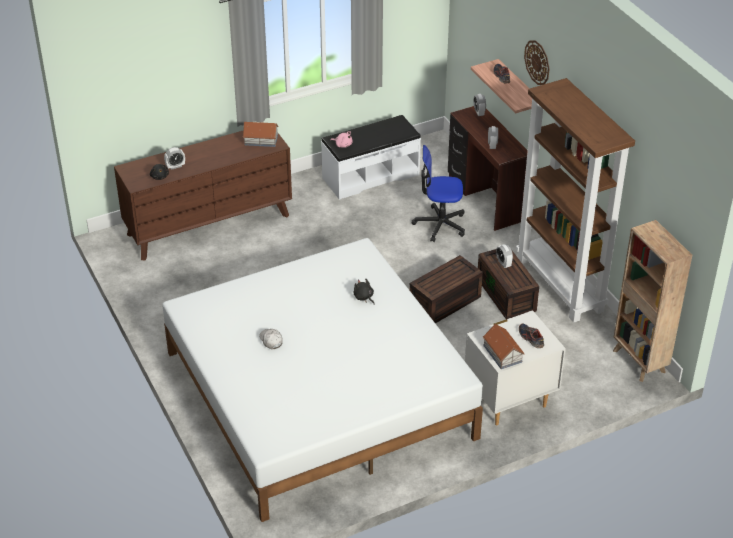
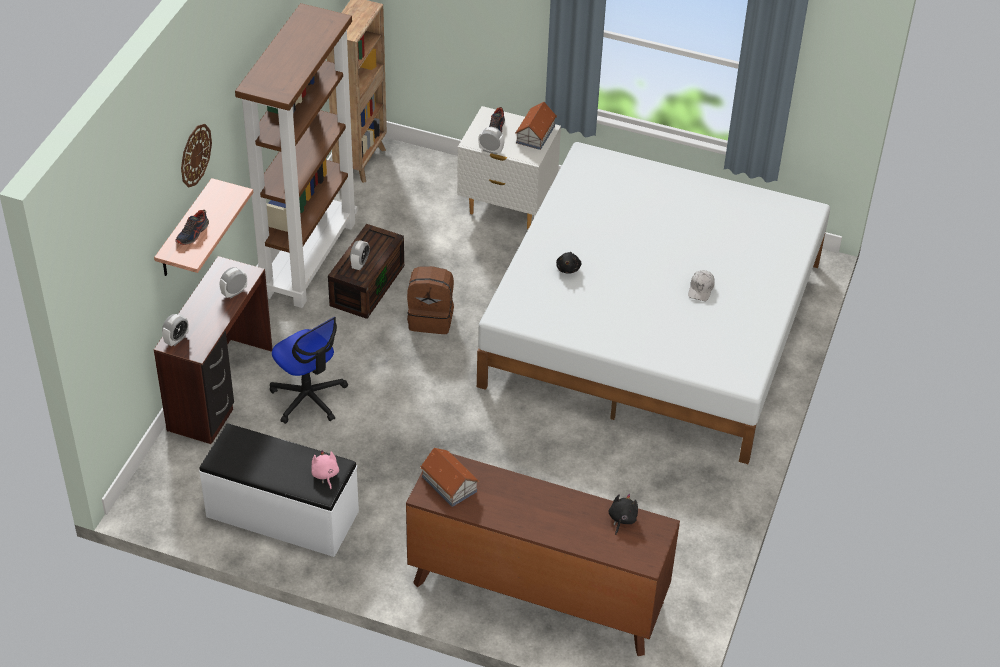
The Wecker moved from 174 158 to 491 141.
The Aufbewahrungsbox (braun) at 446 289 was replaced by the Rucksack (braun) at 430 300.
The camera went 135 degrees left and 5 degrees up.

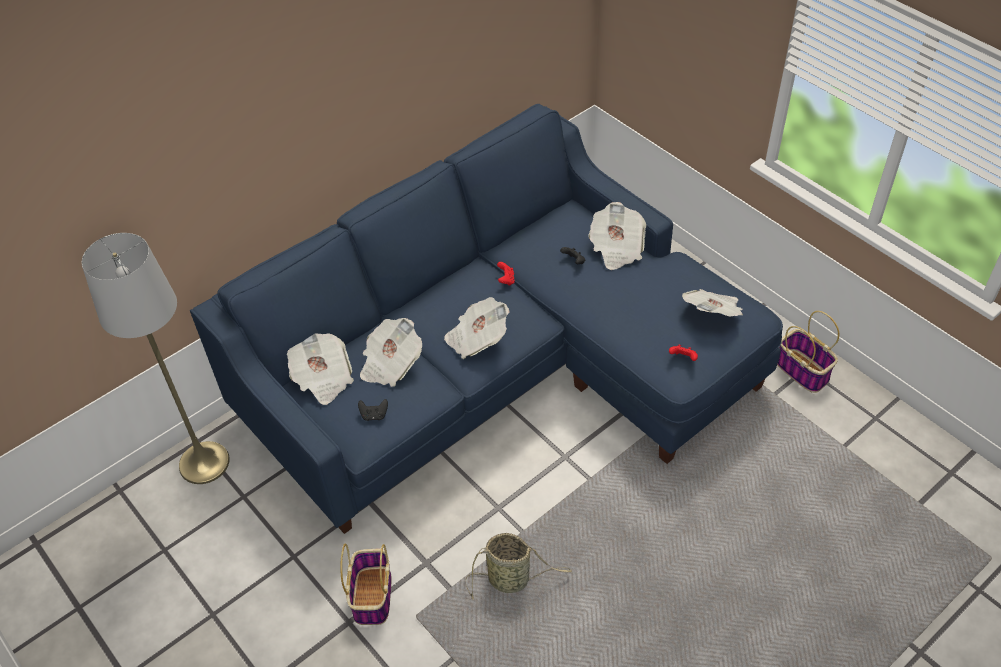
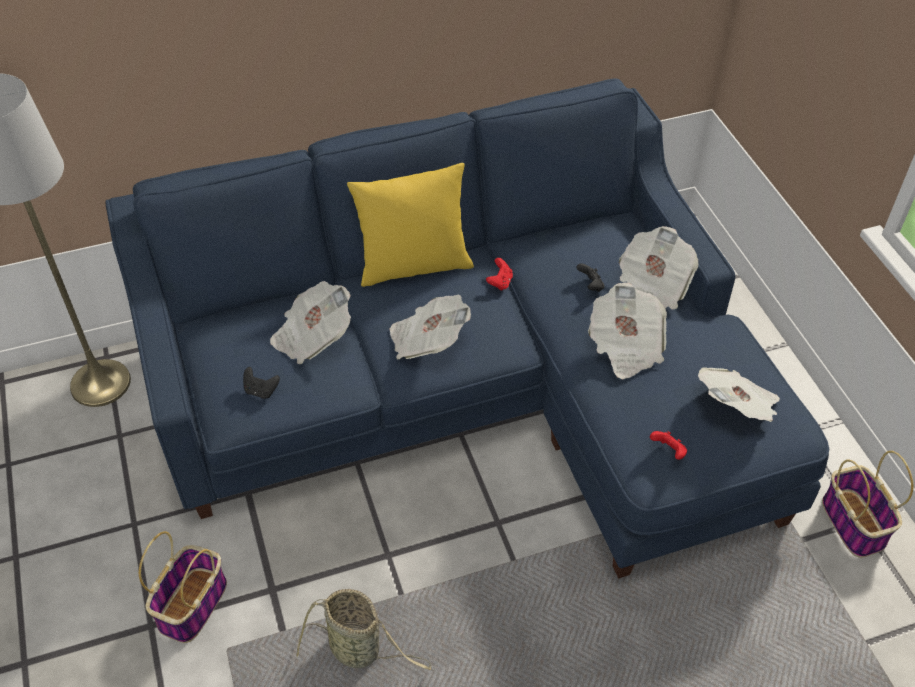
The Zeitung moved from 320 369 to 627 330.
The Kissen (gelb) at 410 225 appeared.
The camera went 20 degrees right and 0 degrees up.

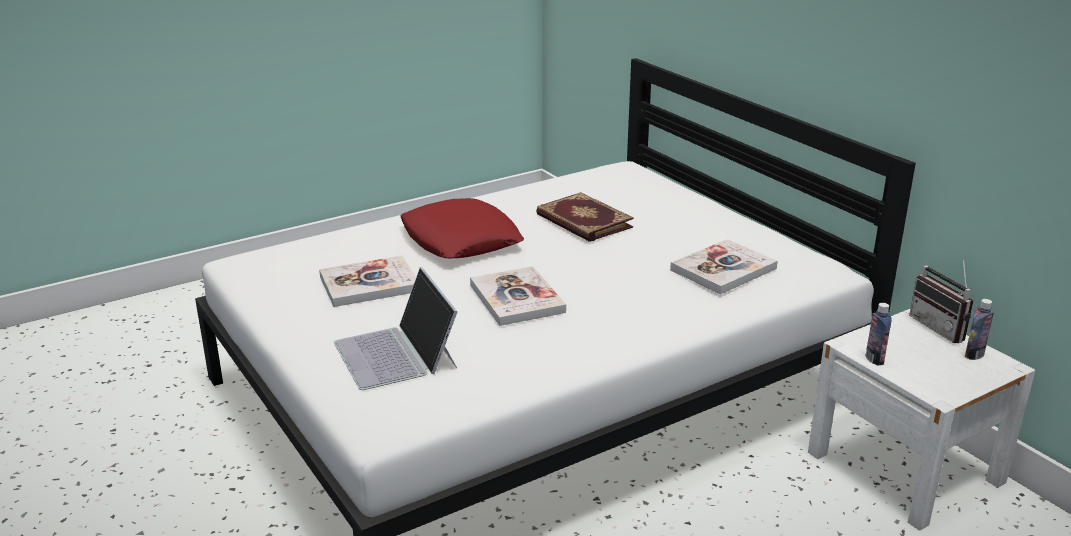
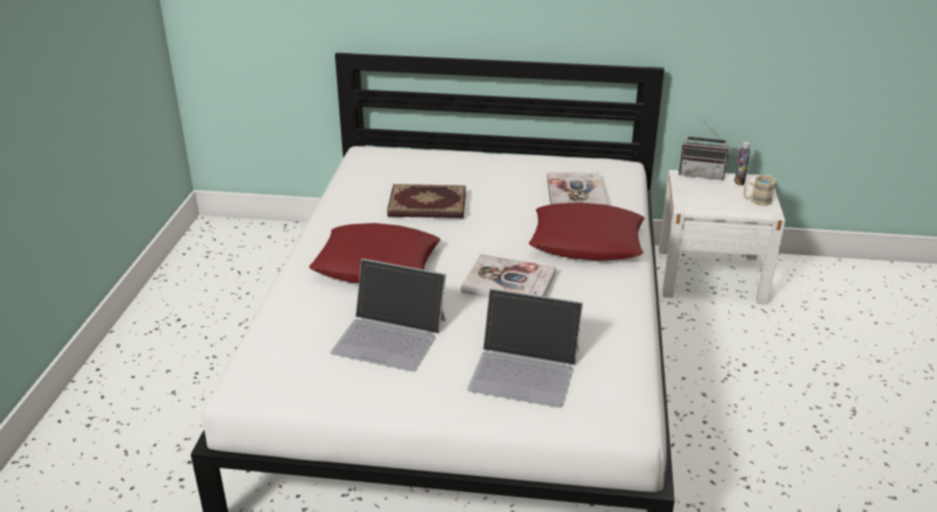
The Buch at 367 281 was replaced by the Laptop at 388 315.
The Flasche at 879 334 disappeared.
The Kissen (rot) at 587 231 appeared.
The Henkelbecher (beige) at 759 190 appeared.
The camera went 50 degrees left and 5 degrees up.

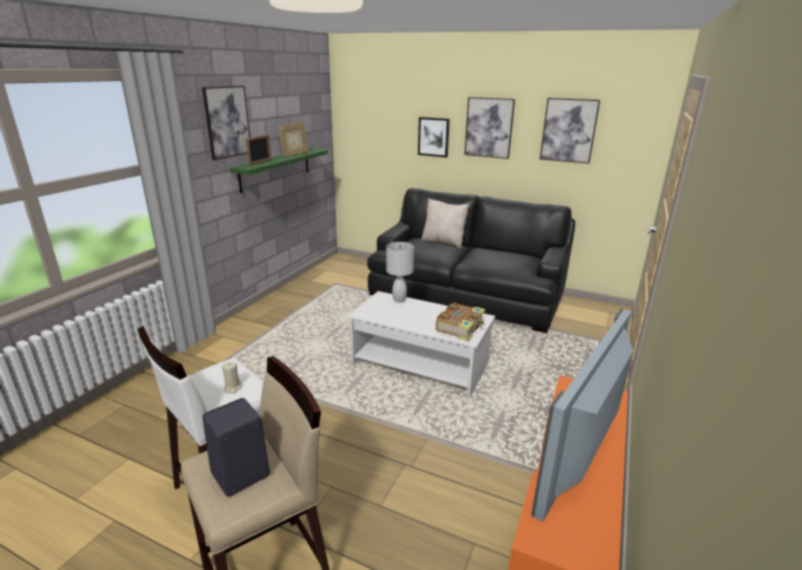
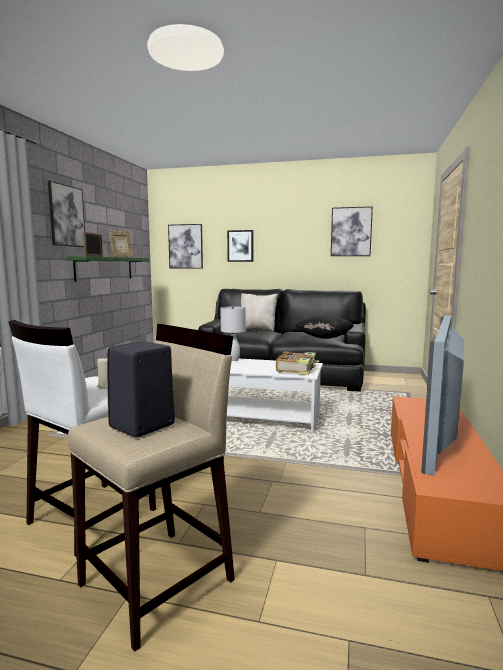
The Bild moved from 489 128 to 185 246.
The Kissen (schwarz) at 324 326 appeared.
The camera went 10 degrees left and 15 degrees down.

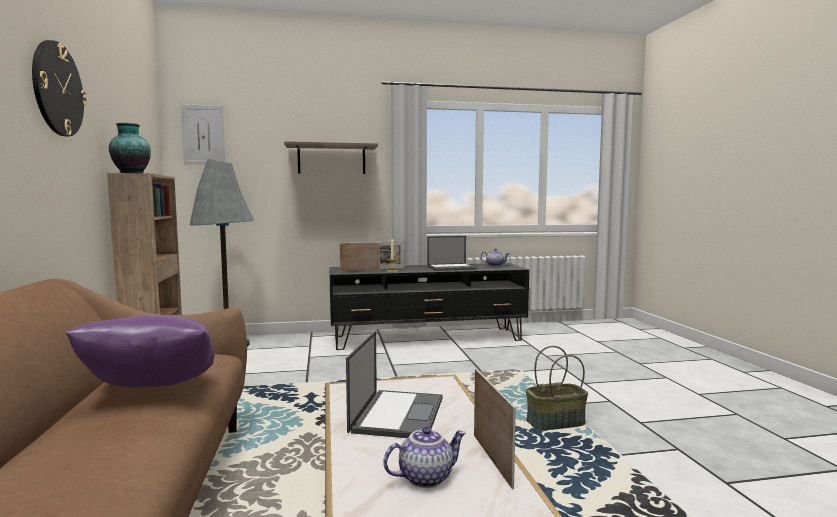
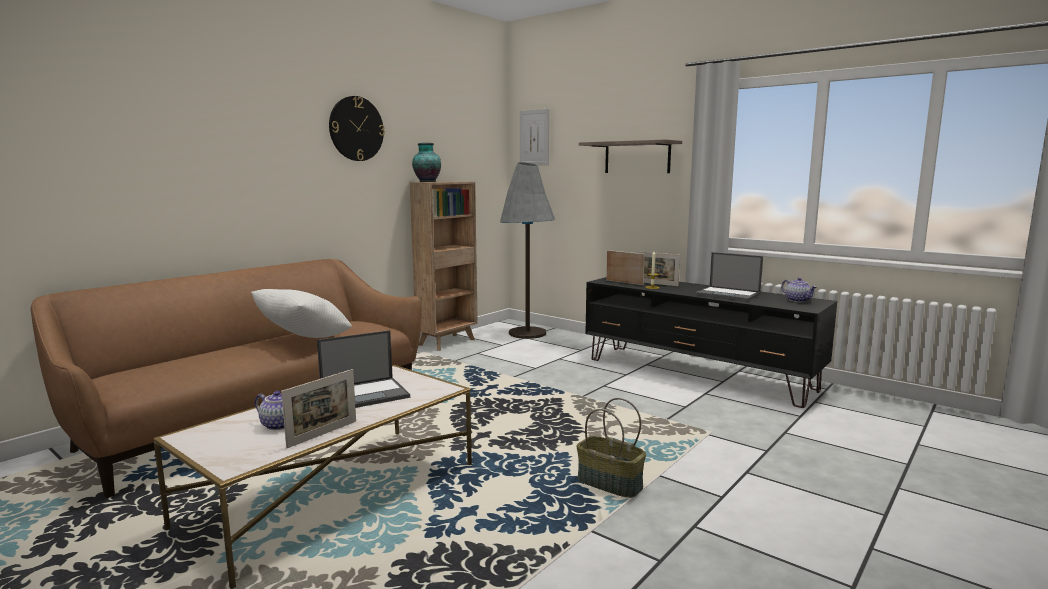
The Kissen (lila) at 140 351 became the Kissen (weiß) at 301 313.
The camera went 50 degrees right and 5 degrees up.

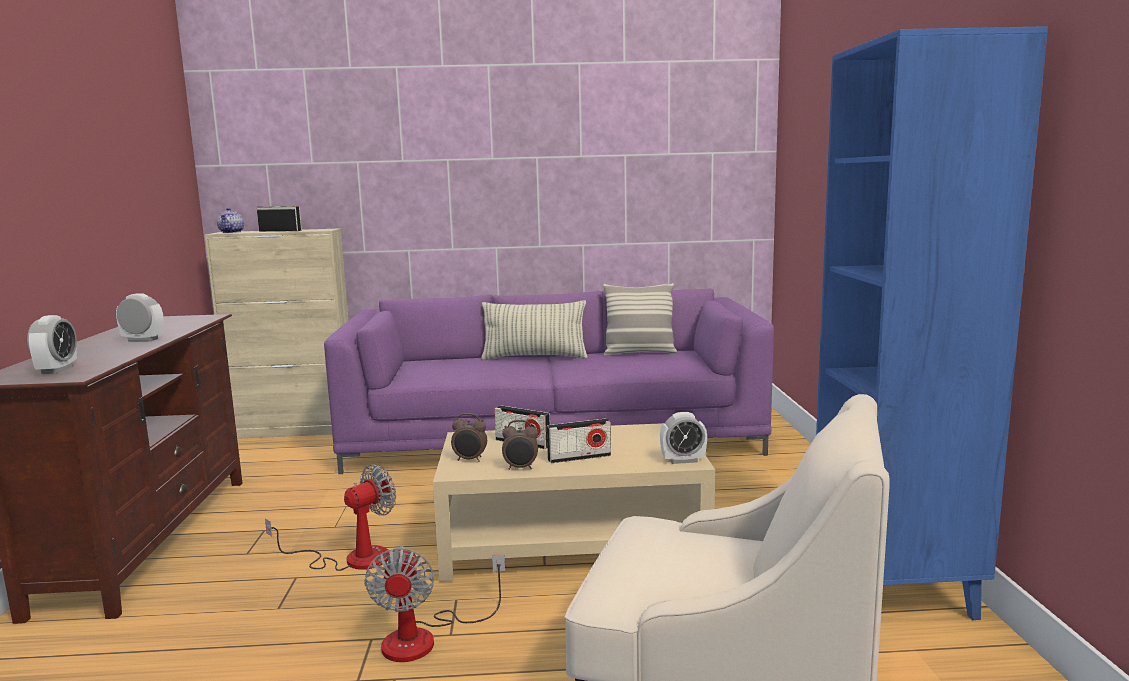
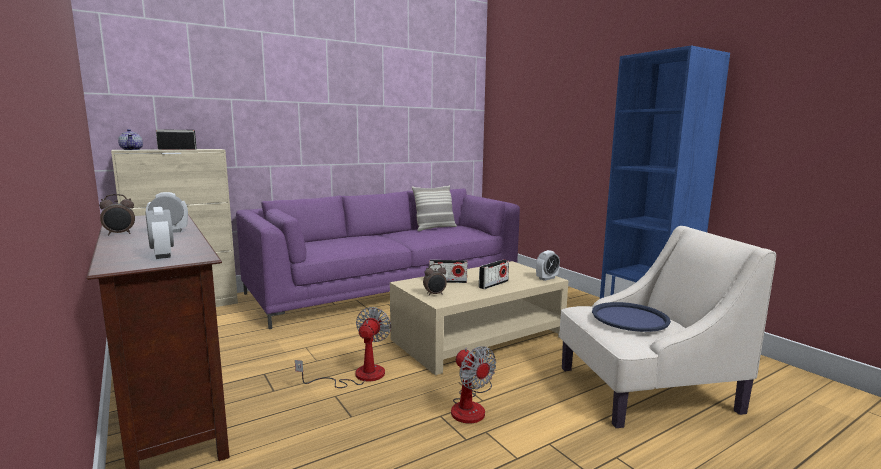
The Kissen at 534 330 disappeared.
The Wecker moved from 520 445 to 117 214.
The Tablett (blau) at 631 317 appeared.
The camera went 30 degrees left and 0 degrees up.

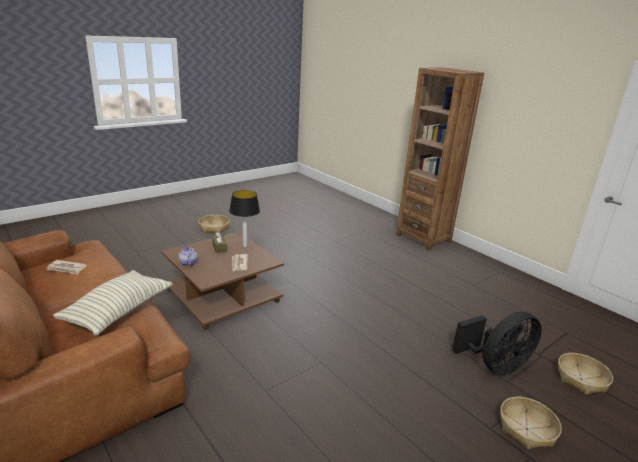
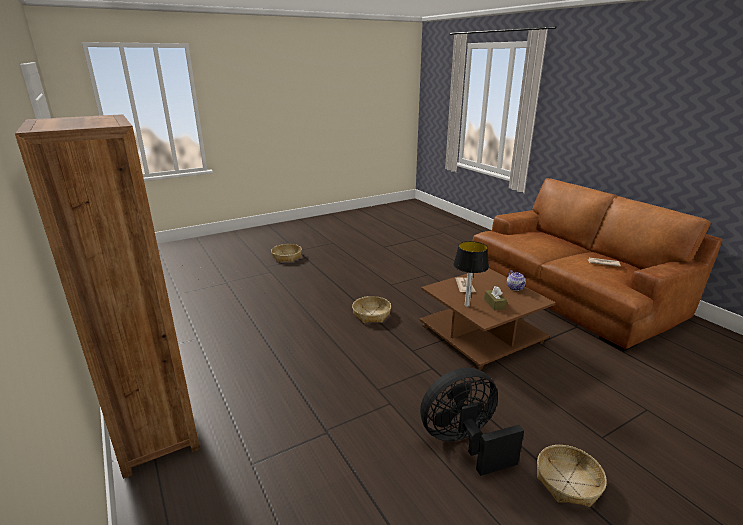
The Kissen at 113 303 disappeared.
The Ventilator (schwarz) moved from 497 343 to 472 422.
The Korb moved from 585 374 to 371 309.
The camera went 170 degrees left and 0 degrees up.

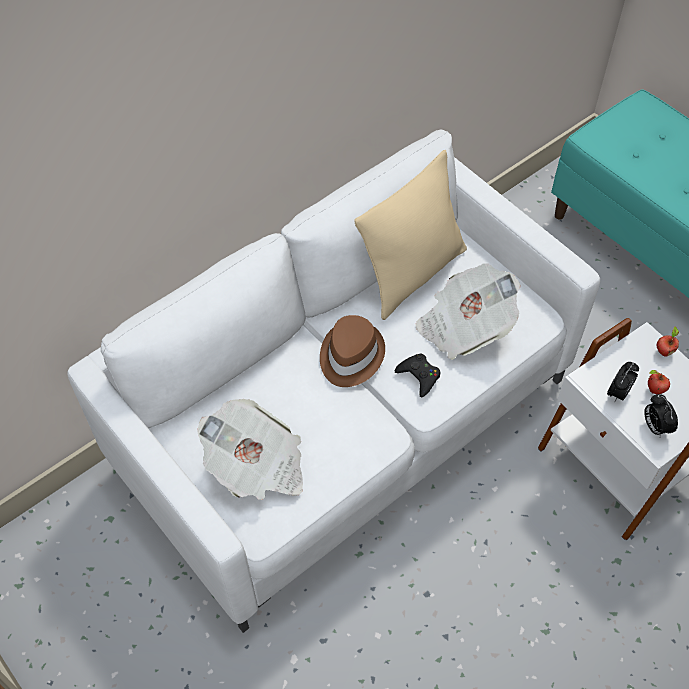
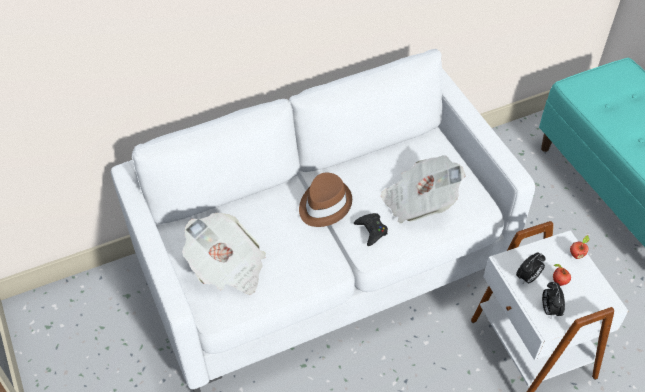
The Kissen (beige) at 410 235 disappeared.
The camera went 15 degrees right and 5 degrees down.

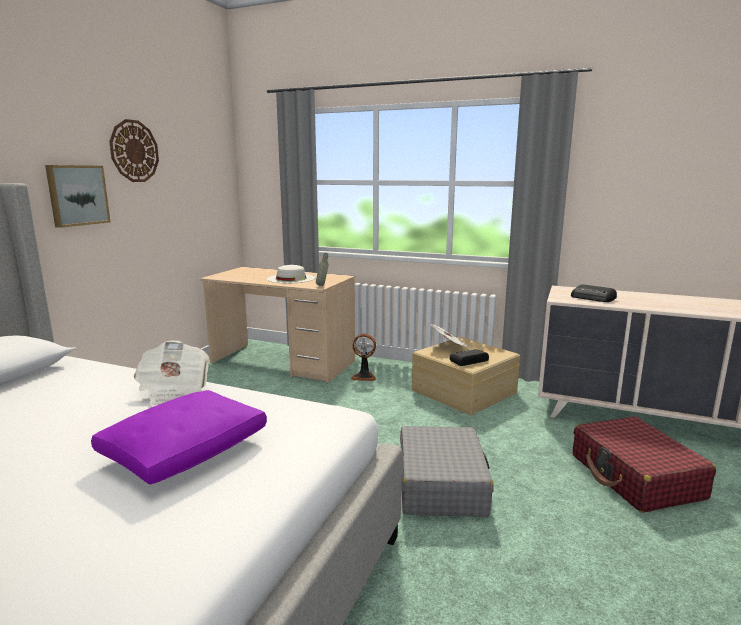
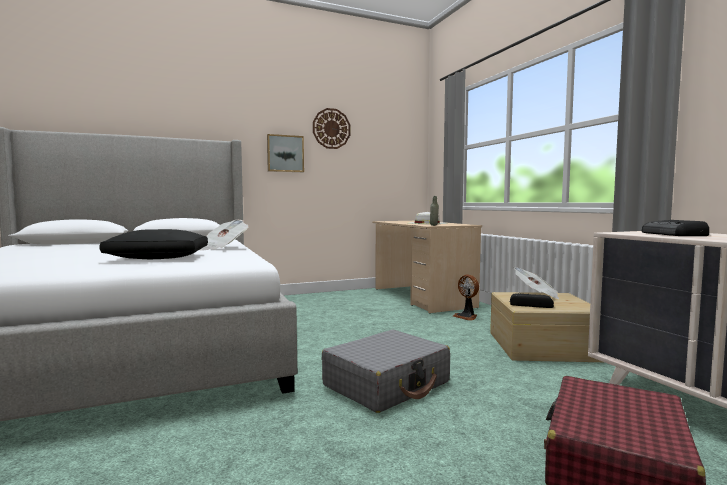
The Kissen (lila) at 179 437 became the Kissen (schwarz) at 153 244.
The camera went 45 degrees right and 10 degrees down.

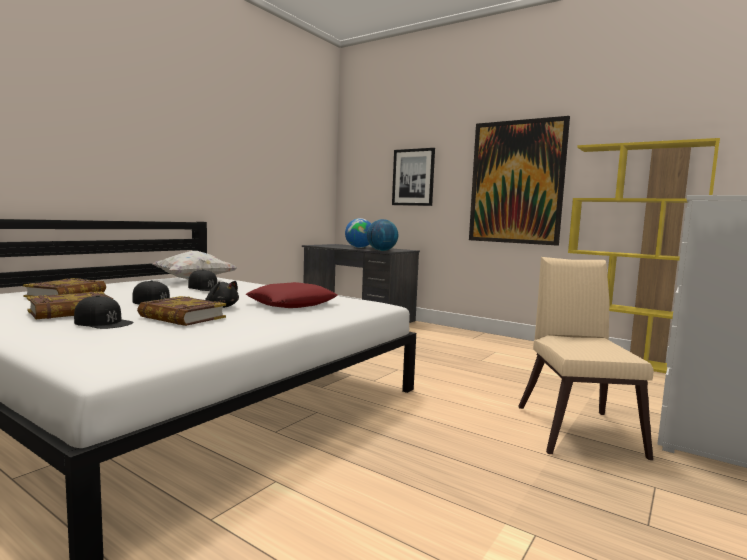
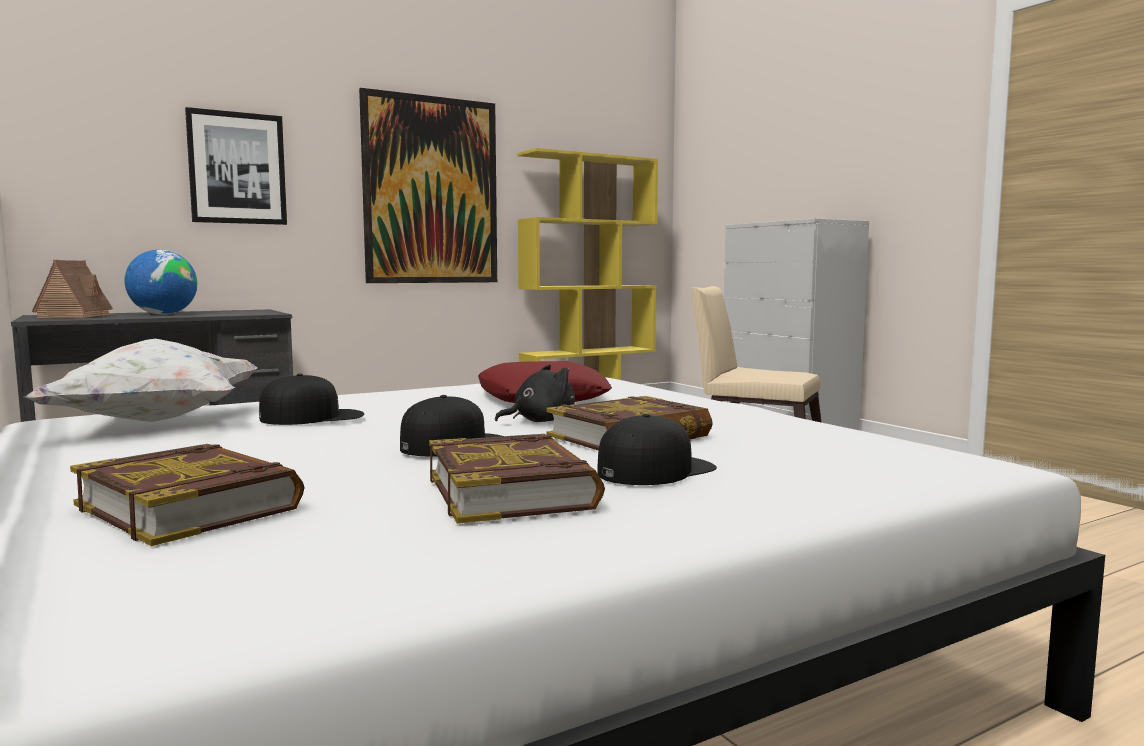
The Globus at 382 235 disappeared.
The Spielzeughaus at 73 289 appeared.
The camera went 65 degrees left and 0 degrees up.

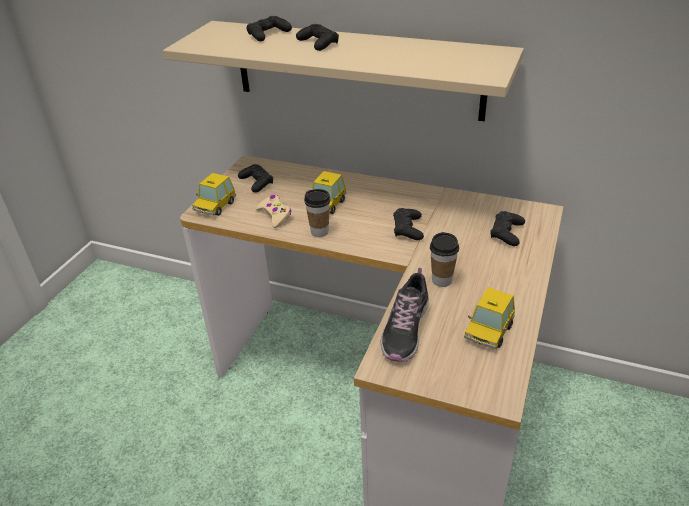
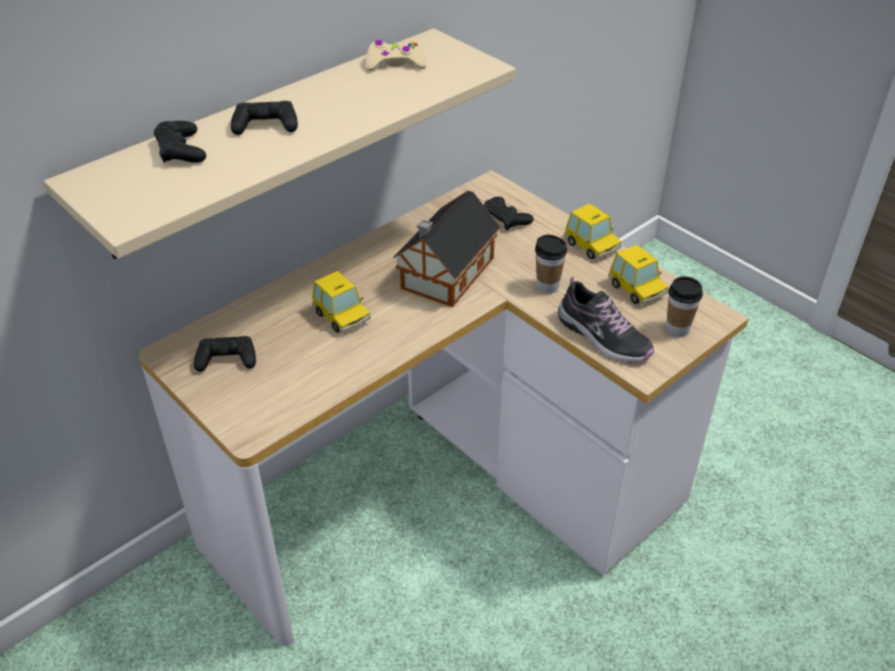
The Spielzeugauto moved from 214 194 to 592 231.
The Gamepad (beige) moved from 273 211 to 396 55.
The Tasse moved from 317 213 to 684 306.
The Gamepad (schwarz) at 408 224 was replaced by the Spielzeughaus at 446 249.
The camera went 65 degrees left and 5 degrees up.

